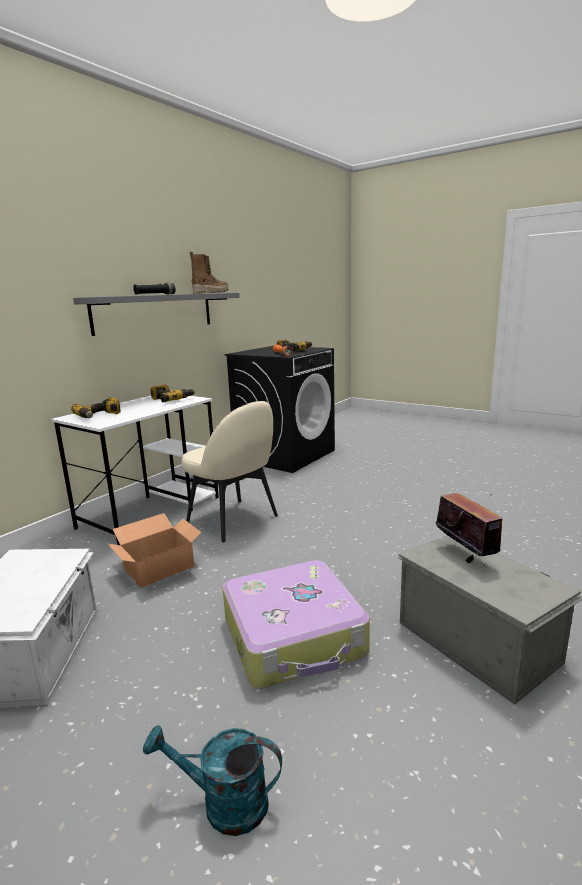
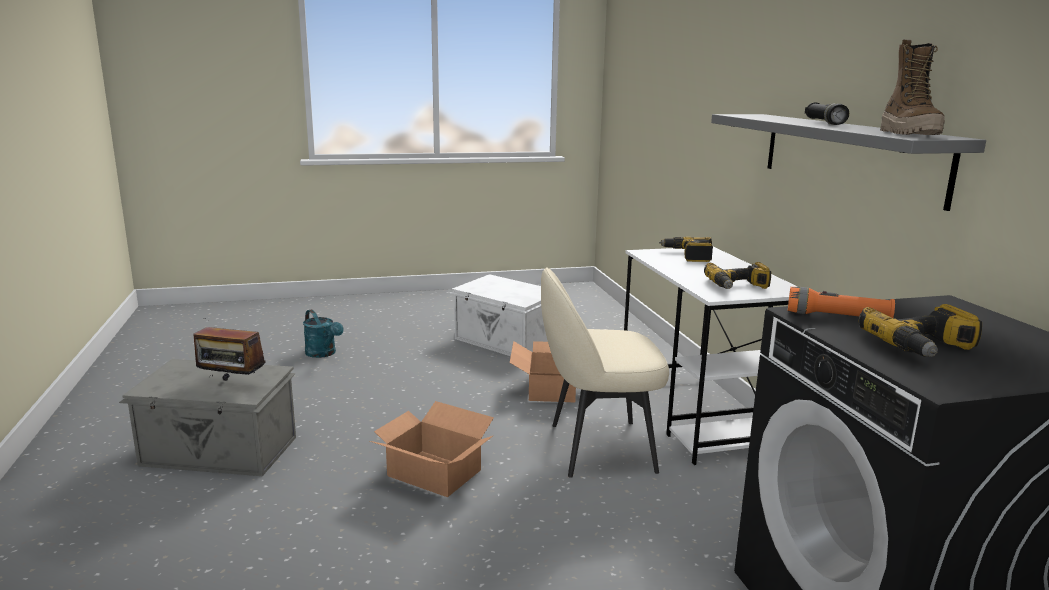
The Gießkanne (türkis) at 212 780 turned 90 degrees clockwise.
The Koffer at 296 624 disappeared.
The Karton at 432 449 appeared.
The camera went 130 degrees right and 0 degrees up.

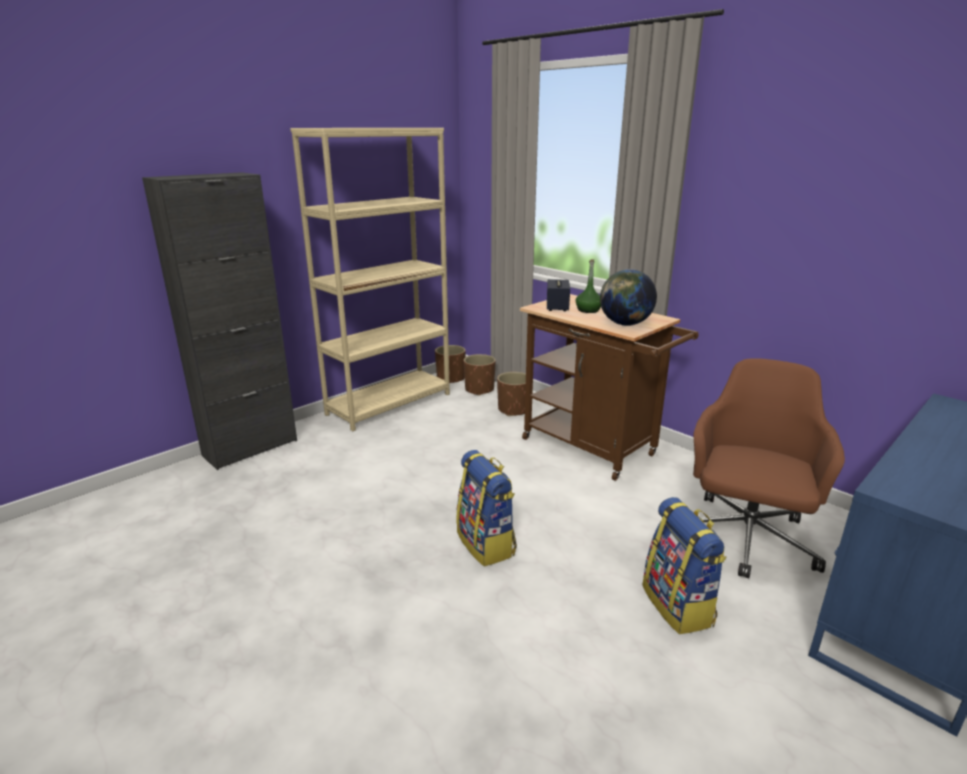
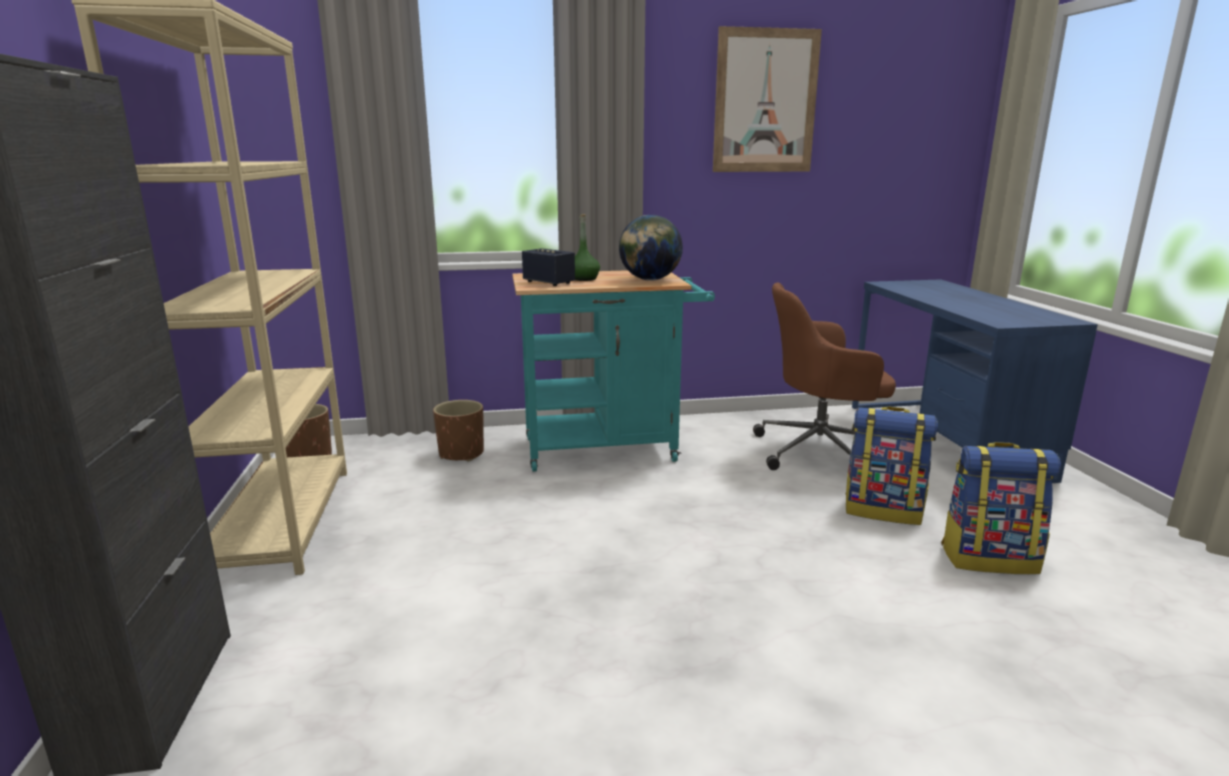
The Rucksack moved from 486 508 to 1001 508.
The Pflanzkübel (braun) at 480 375 disappeared.
The Rollwagen (braun) at 609 387 became the Rollwagen (türkis) at 613 371.
The Bürostuhl (braun) at 769 468 turned 60 degrees counterclockwise.
The Bild at 767 99 appeared.
The camera went 55 degrees left and 5 degrees down.

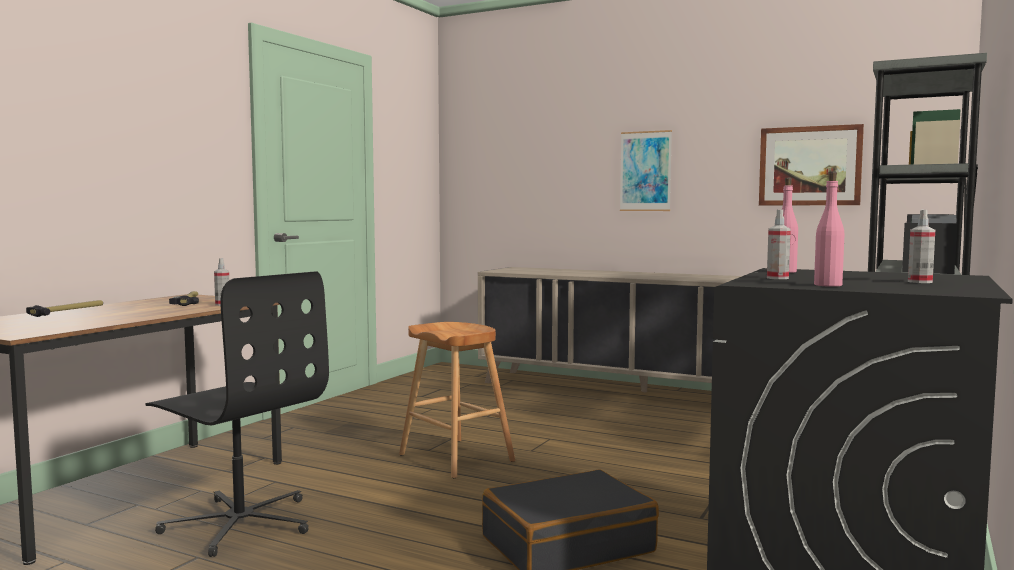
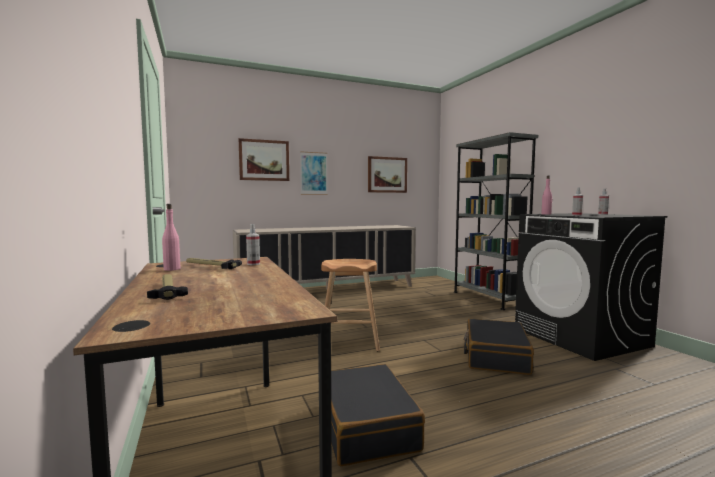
The Bürostuhl (schwarz) at 237 414 was replaced by the Koffer (schwarz) at 371 415.
The Flasche (rosa) moved from 829 229 to 171 237.
The Bild at 264 159 appeared.
The camera went 50 degrees left and 0 degrees up.

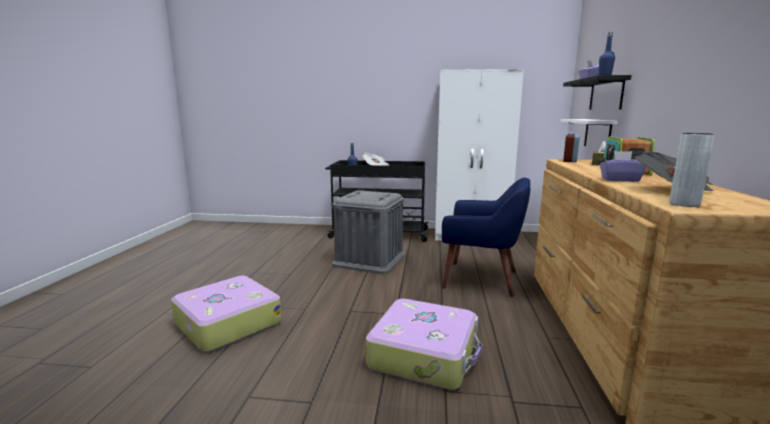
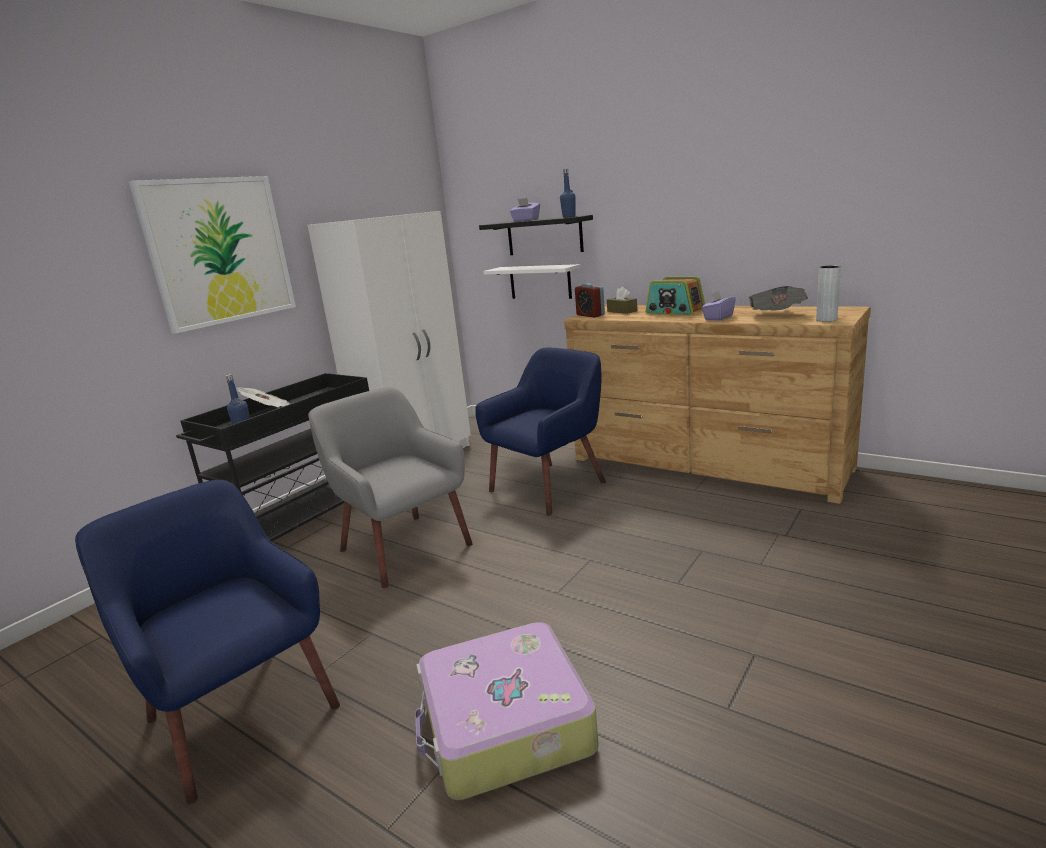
The Aufbewahrungsbox (grau) at 368 232 was replaced by the Sessel (grau) at 390 487.
The Koffer at 424 344 disappeared.
The Sessel (blau) at 207 642 appeared.
The Bild at 212 255 appeared.
The camera went 60 degrees left and 5 degrees up.

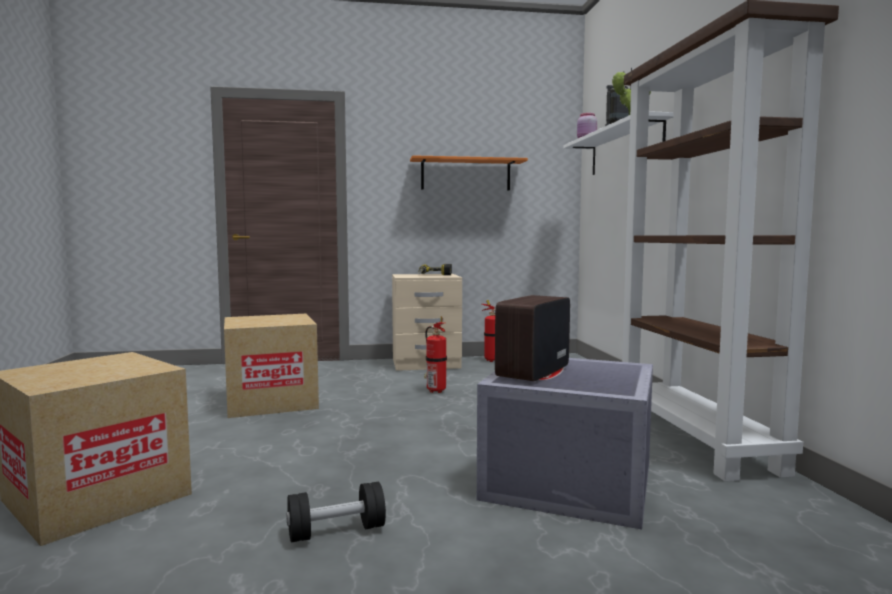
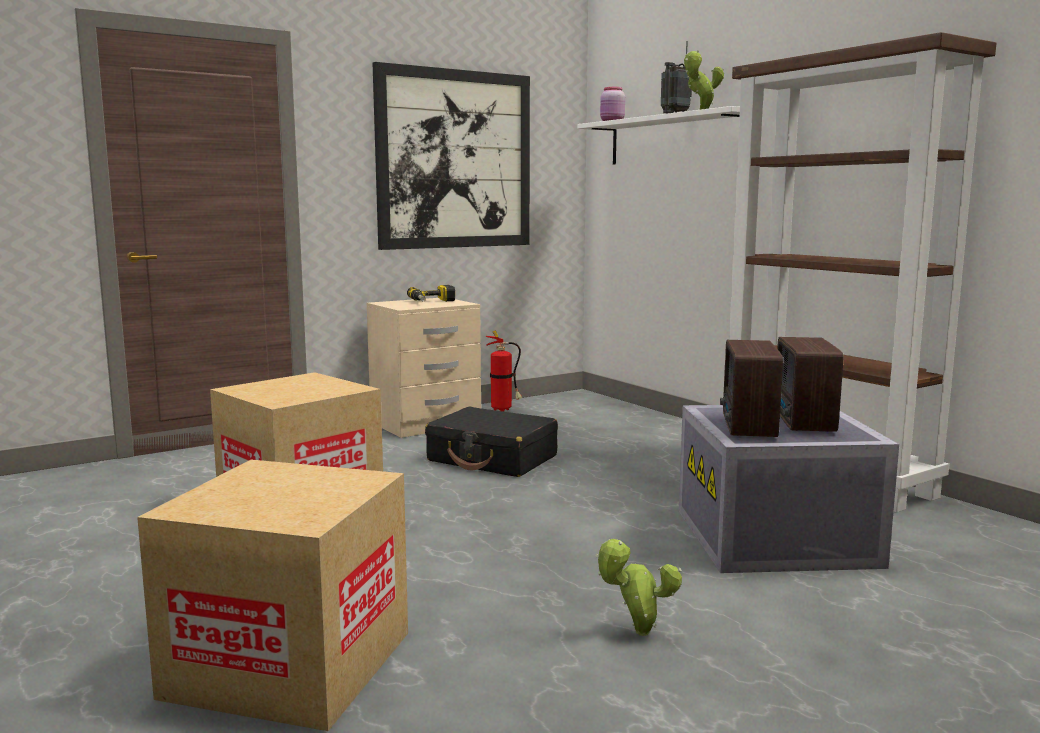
The Hantel (schwarz) at 336 512 was replaced by the Topfpflanze at 638 587.
The Wandregal (orange) at 469 173 was replaced by the Bild at 451 156.
The Feuerlöscher at 435 355 was replaced by the Koffer (schwarz) at 491 442.
The Radio at 810 384 appeared.
The camera went 25 degrees left and 5 degrees up.

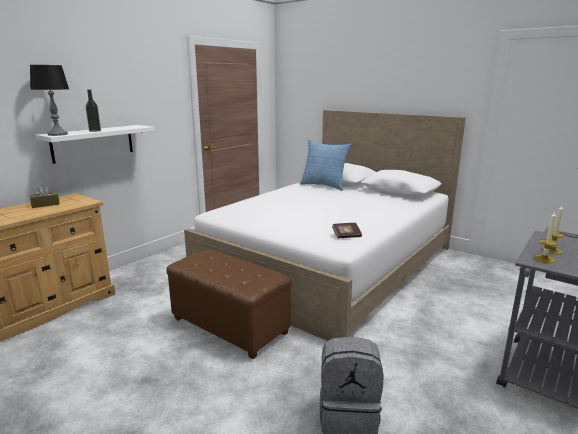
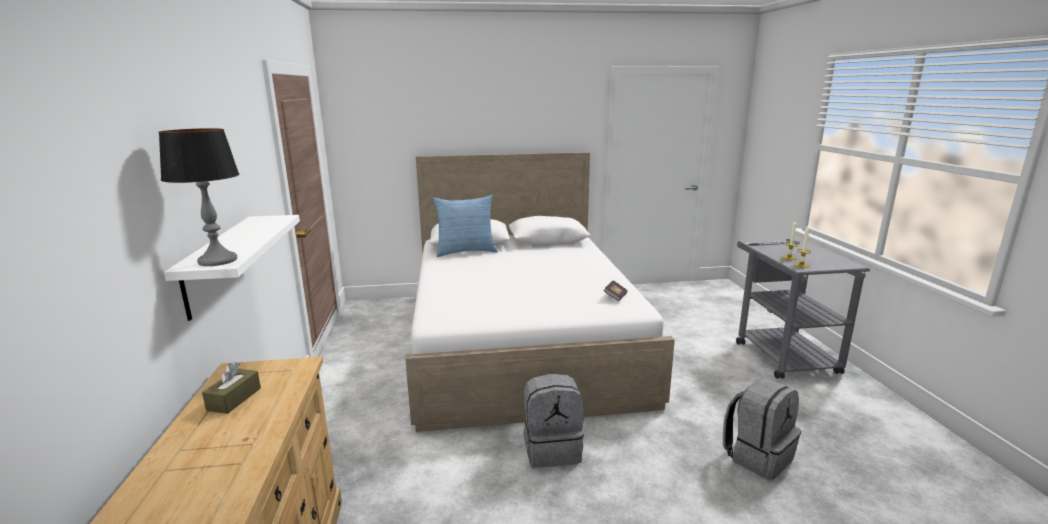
The Flasche at 93 110 disappeared.
The Polsterhocker (braun) at 229 304 was replaced by the Rucksack (grau) at 554 421.
The camera went 45 degrees left and 0 degrees up.

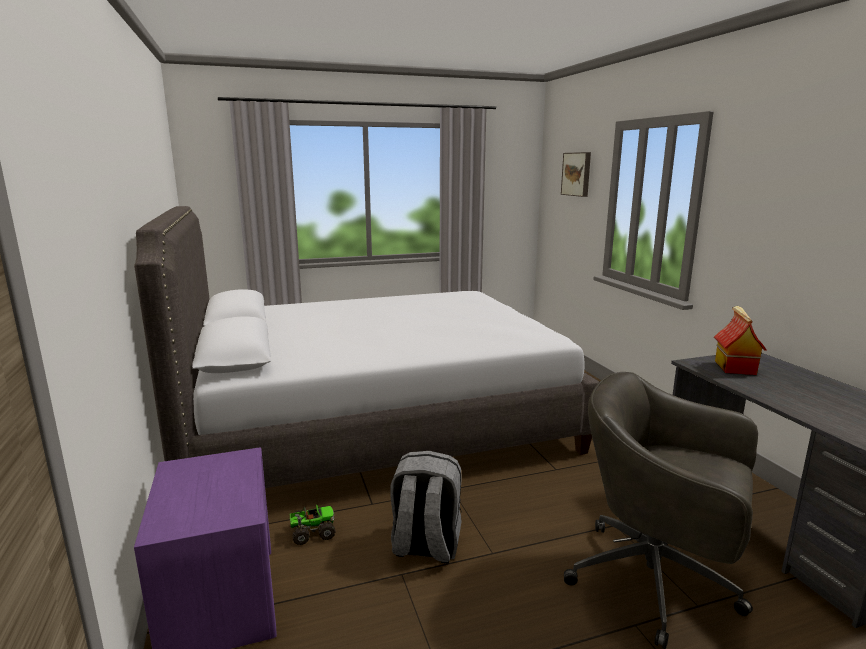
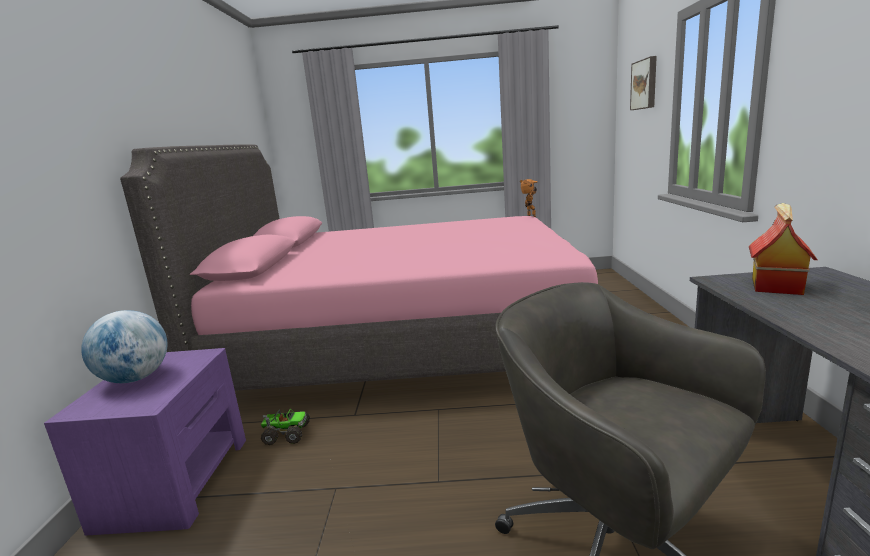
The Bett (grau) at 366 347 became the Bett (rosa) at 359 267.
The Rucksack (grau) at 426 507 disappeared.
The Globus at 124 346 appeared.
The Spielzeugroboter at 528 198 appeared.
The camera went 20 degrees right and 0 degrees up.

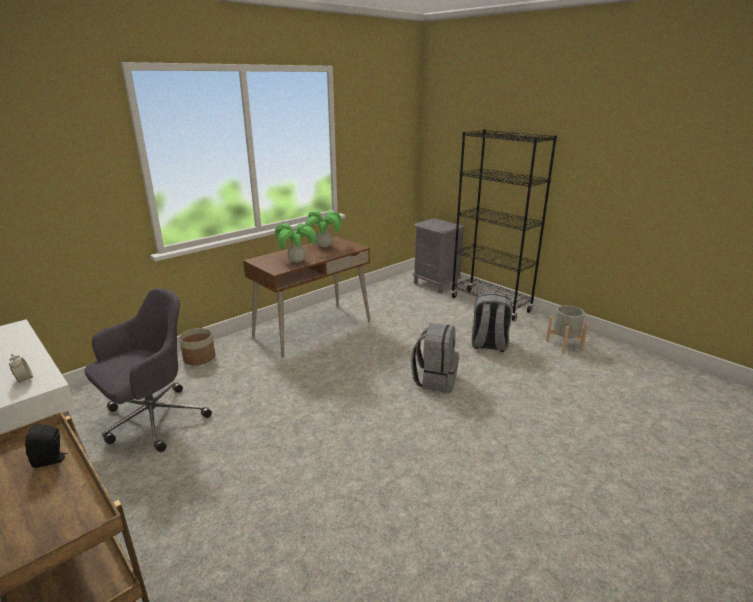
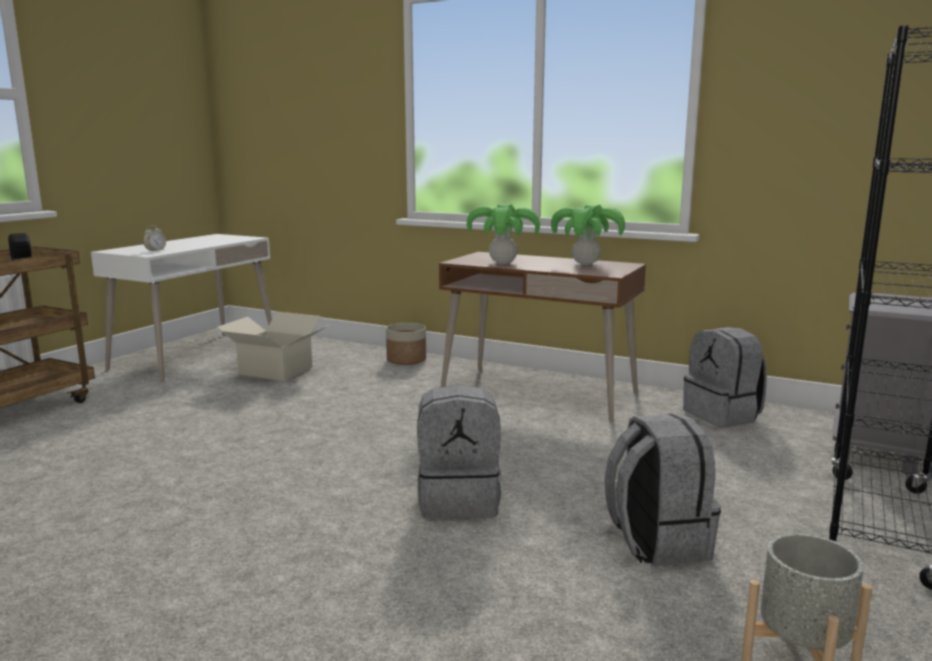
The Bürostuhl (grau) at 148 370 was replaced by the Karton at 273 346.
The Rucksack (grau) at 725 377 appeared.
The camera went 70 degrees right and 10 degrees down.

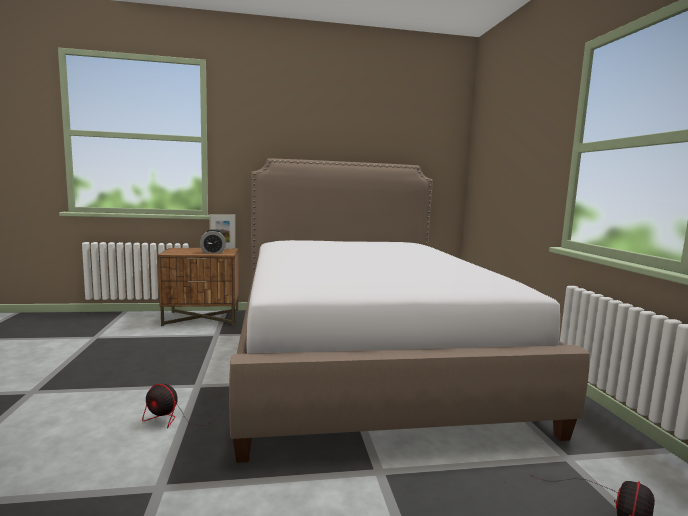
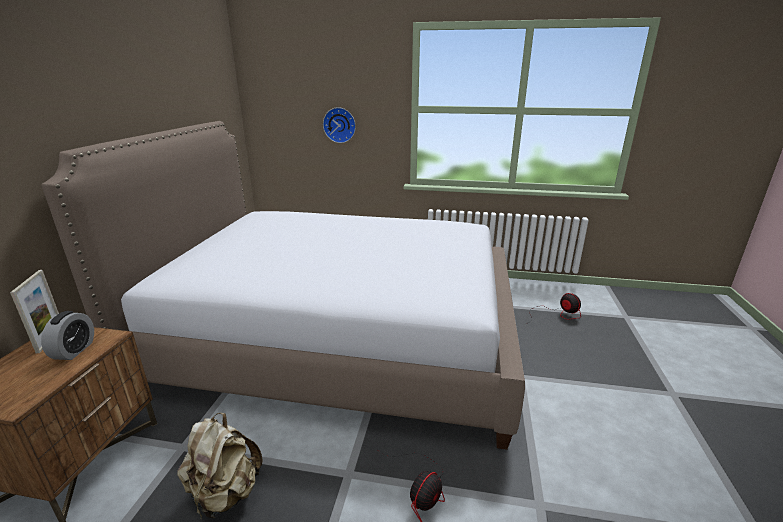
The Rucksack (beige) at 220 466 appeared.
The Wanduhr at 339 125 appeared.
The camera went 70 degrees left and 15 degrees up.

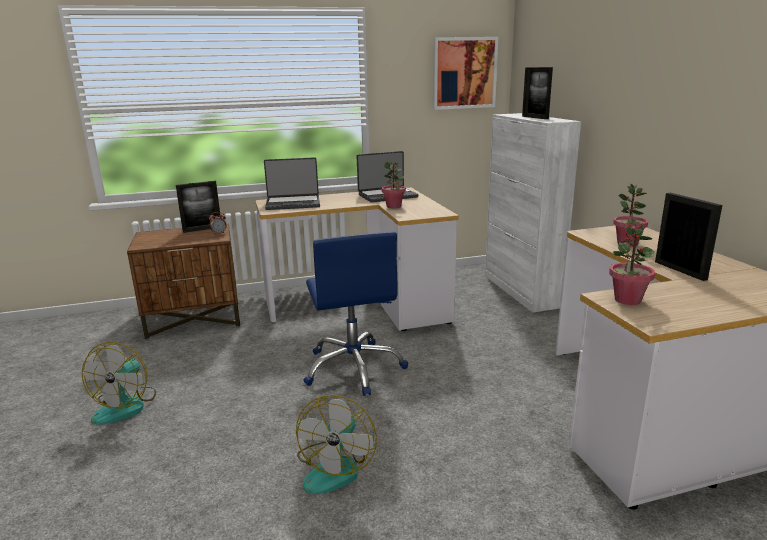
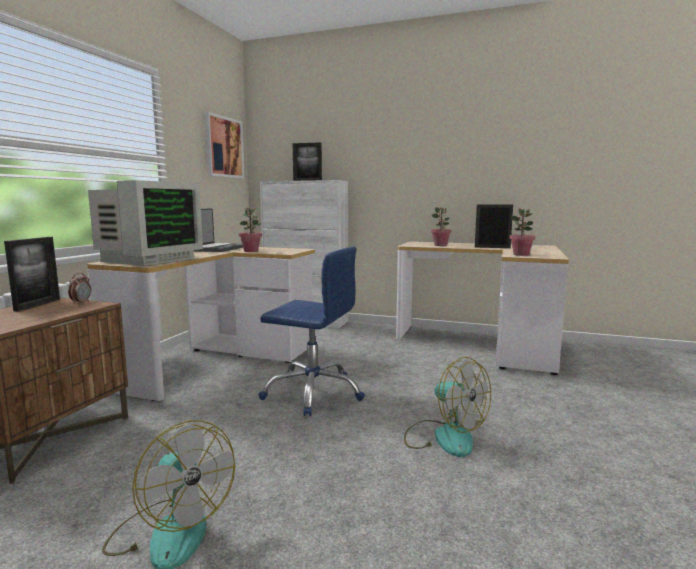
The Laptop at 292 183 was replaced by the Monitor at 145 223.
The camera went 55 degrees left and 10 degrees down.

